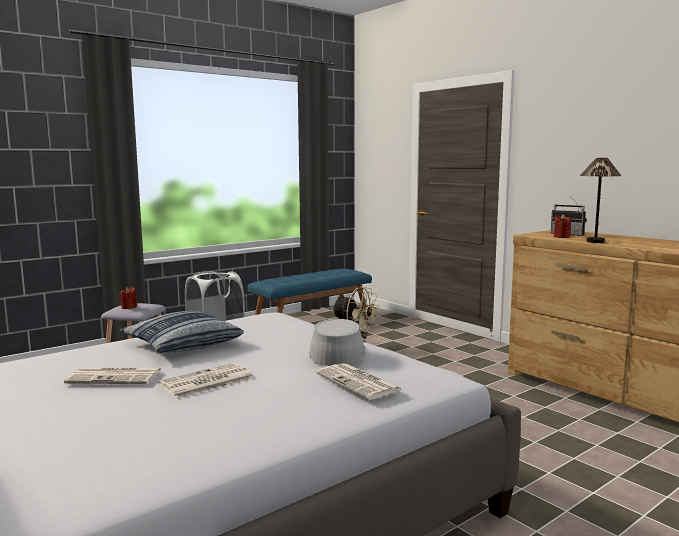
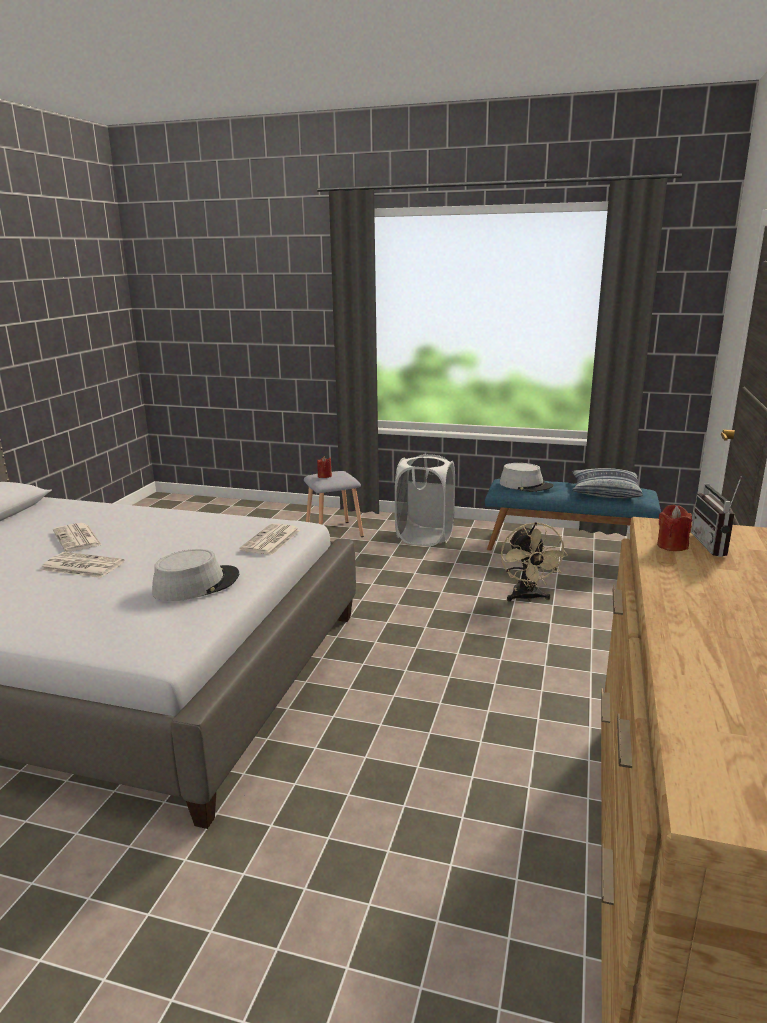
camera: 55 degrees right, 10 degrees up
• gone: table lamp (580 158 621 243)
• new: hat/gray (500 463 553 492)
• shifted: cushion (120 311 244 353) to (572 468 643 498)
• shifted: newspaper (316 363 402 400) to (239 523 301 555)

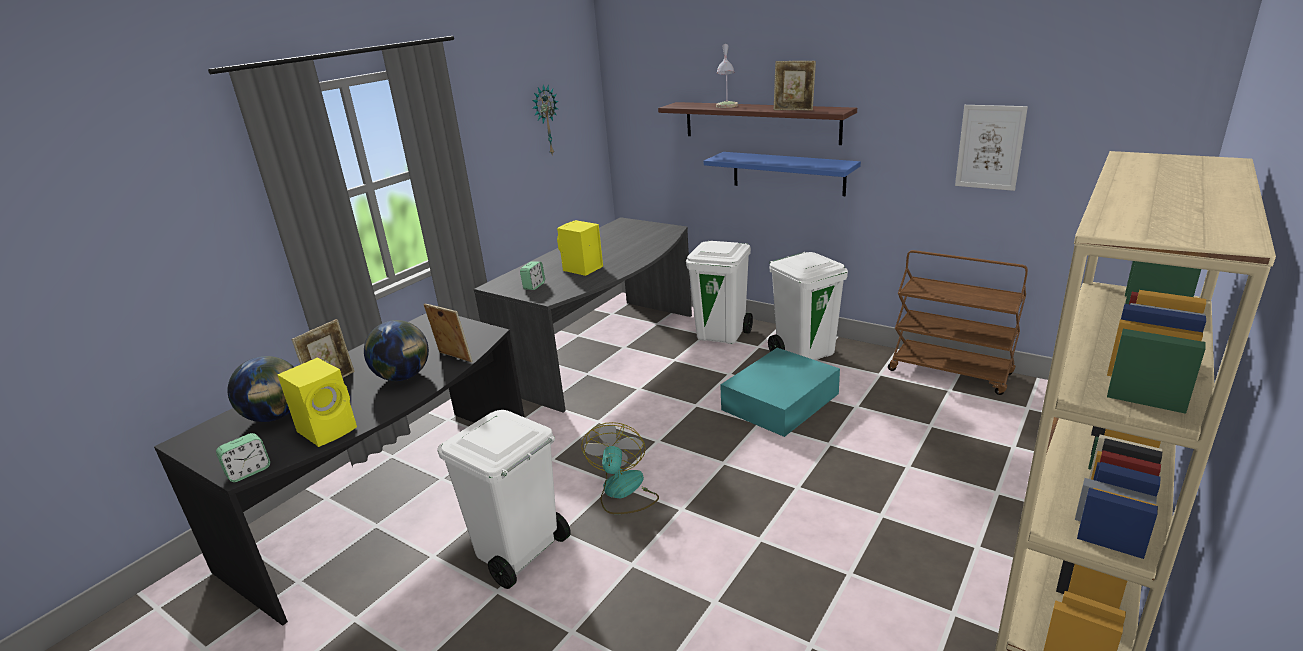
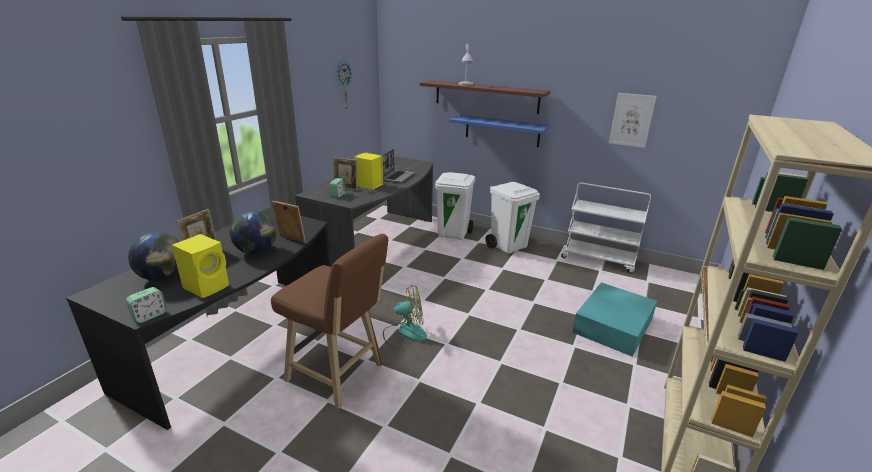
camera: 10 degrees left, 0 degrees up
• new: laptop (382 149 414 183)
• shifted: storage container/turquoise (720 348 840 437) to (572 282 657 357)
• shifted: photo frame (774 61 816 111) to (333 157 357 190)
• swapped: trash can/white (437 410 571 589) to stool/brown-coloured (271 234 388 408)
• repainted: trolley/brown-coloured (888 250 1028 395) to trolley/white (561 182 651 274)
• rotated: electric fan (581 422 659 514) = (383 285 427 350) 90 degrees clockwise

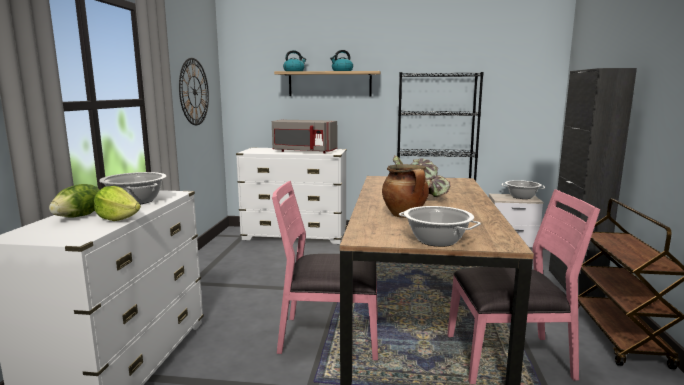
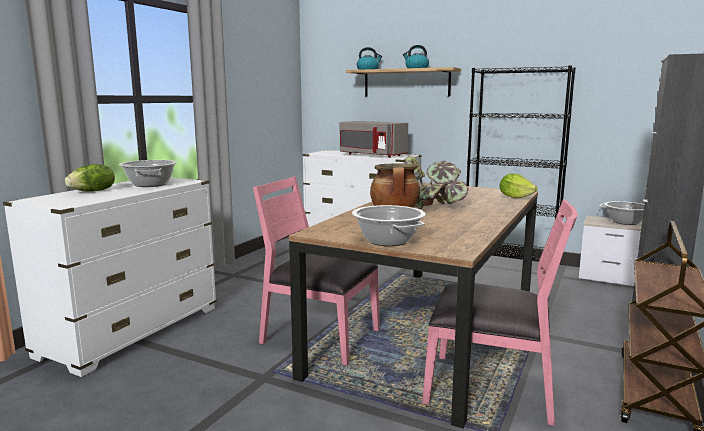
camera: 20 degrees right, 0 degrees up
• gone: hanging clock (179 58 209 125)
• shifted: lettuce (94 186 141 221) to (500 173 537 198)

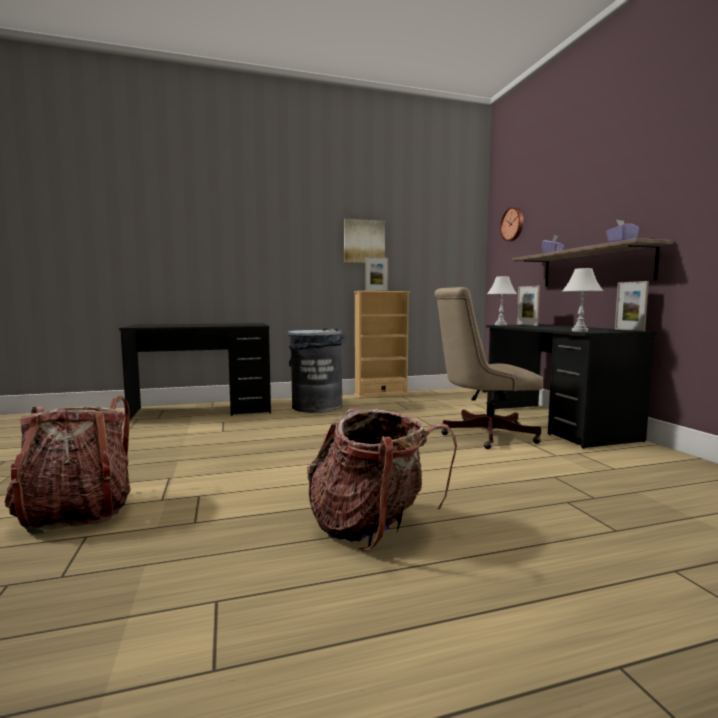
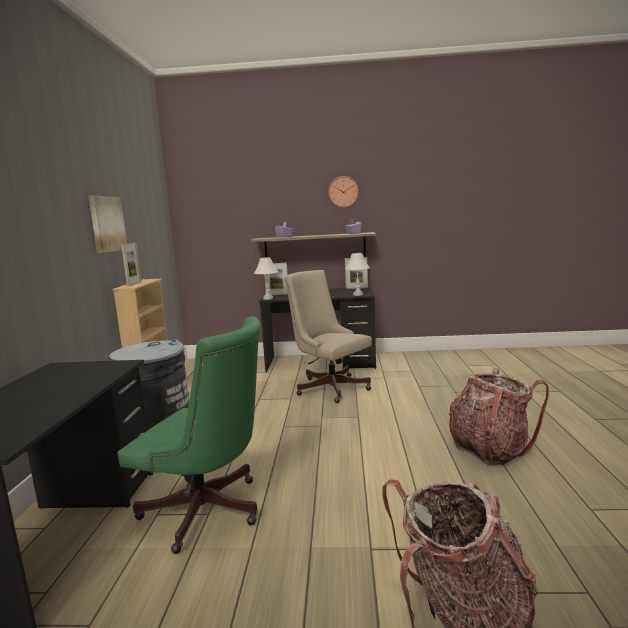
camera: 70 degrees left, 5 degrees up
• new: office chair/green-coloured (118 316 261 554)
• shifted: hanging clock (500 207 523 241) to (328 176 359 208)
• rotated: office chair/beige (435 287 543 449) = (284 270 372 403) 120 degrees clockwise

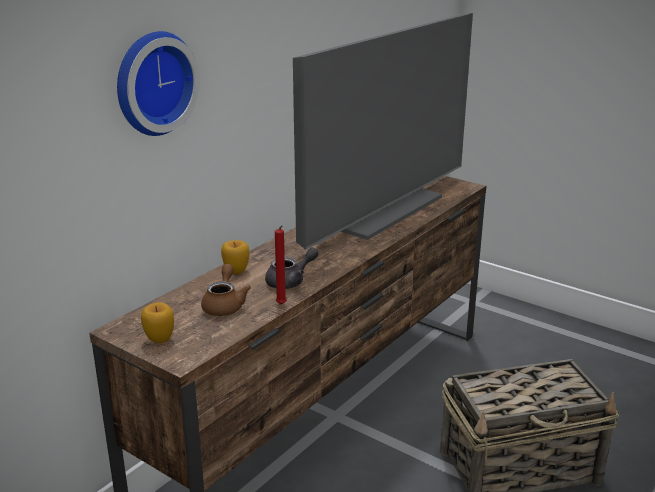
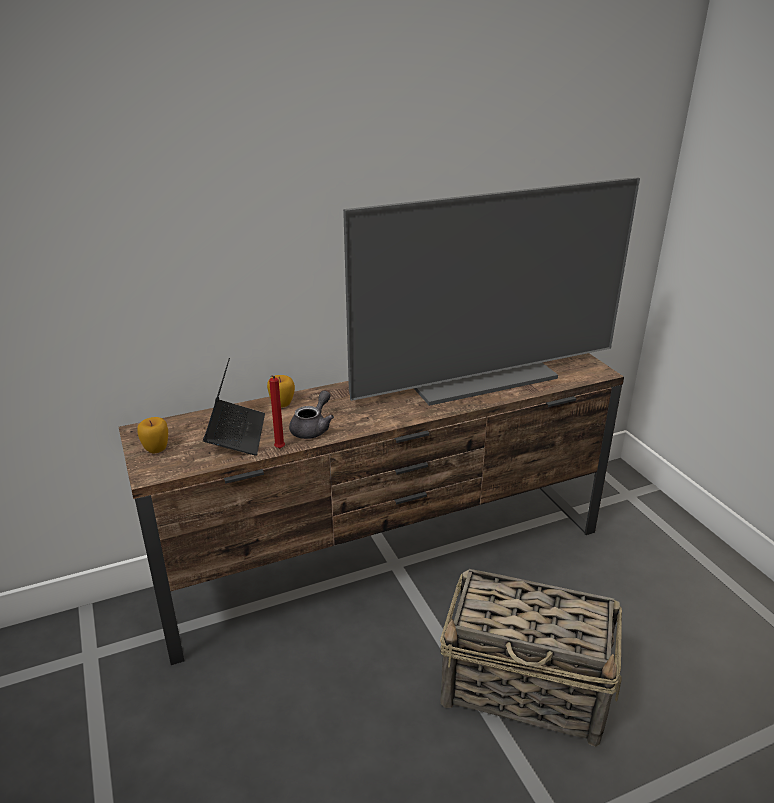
camera: 30 degrees right, 5 degrees up
• gone: hanging clock (117 31 200 136)
• swapped: pot for tea/brown-coloured (201 264 251 316) to laptop (203 358 265 456)
• rotated: pot for tea/gray (265 247 318 289) = (289 391 334 439) 60 degrees counterclockwise

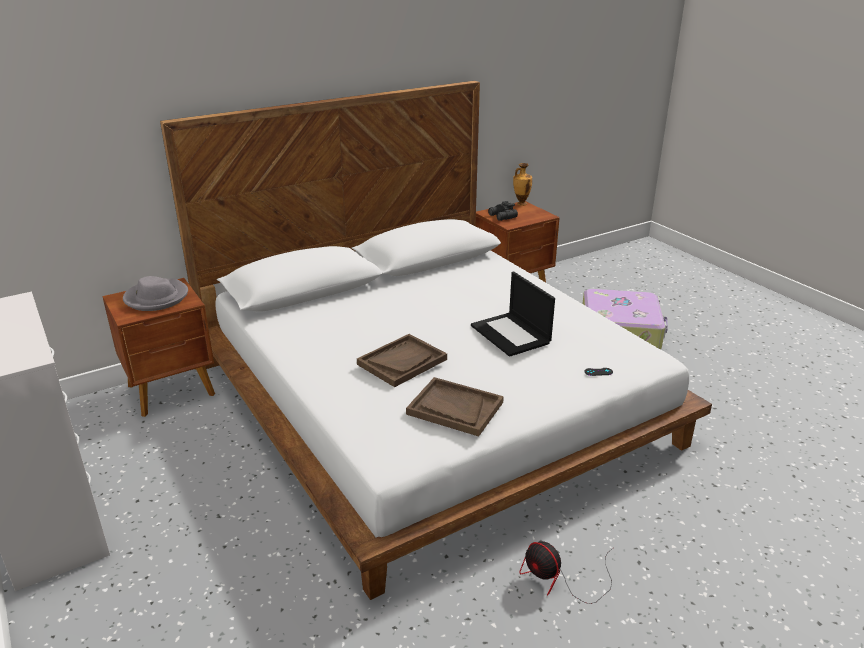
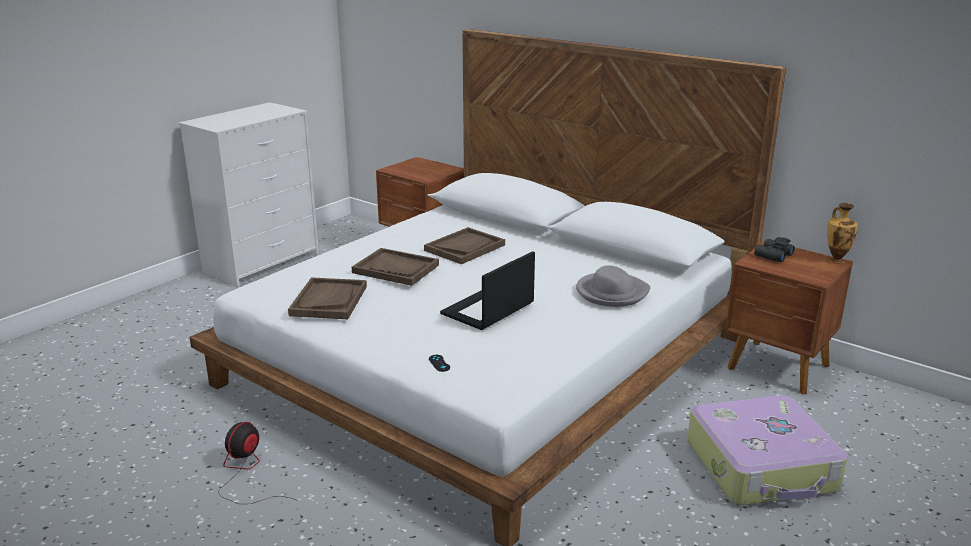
camera: 70 degrees right, 5 degrees down
• new: serving tray/brown-coloured (424 227 505 264)
• shifted: hat/gray (123 276 188 311) to (576 265 650 307)

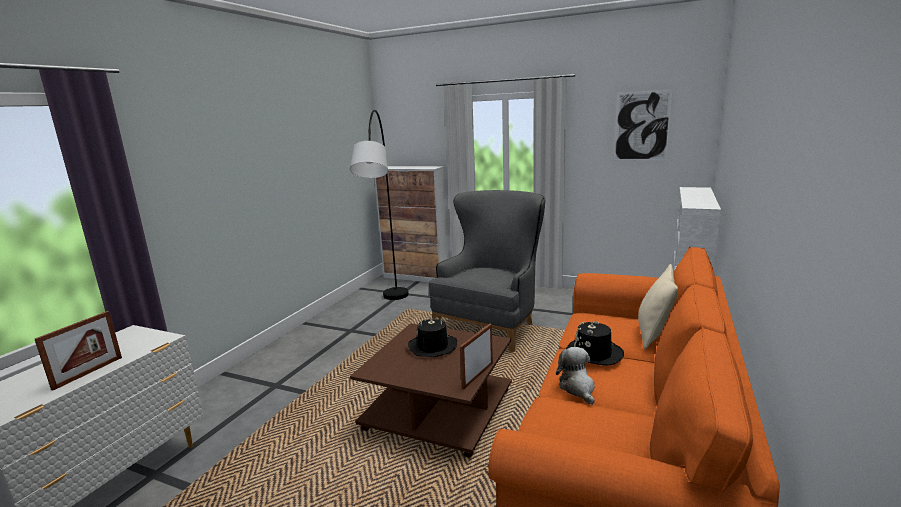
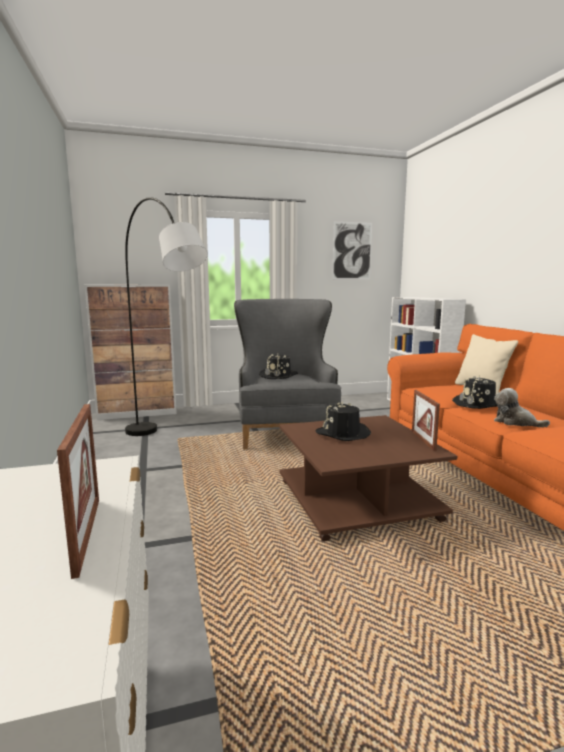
camera: 40 degrees left, 5 degrees down
• new: hat/black (259 353 298 379)

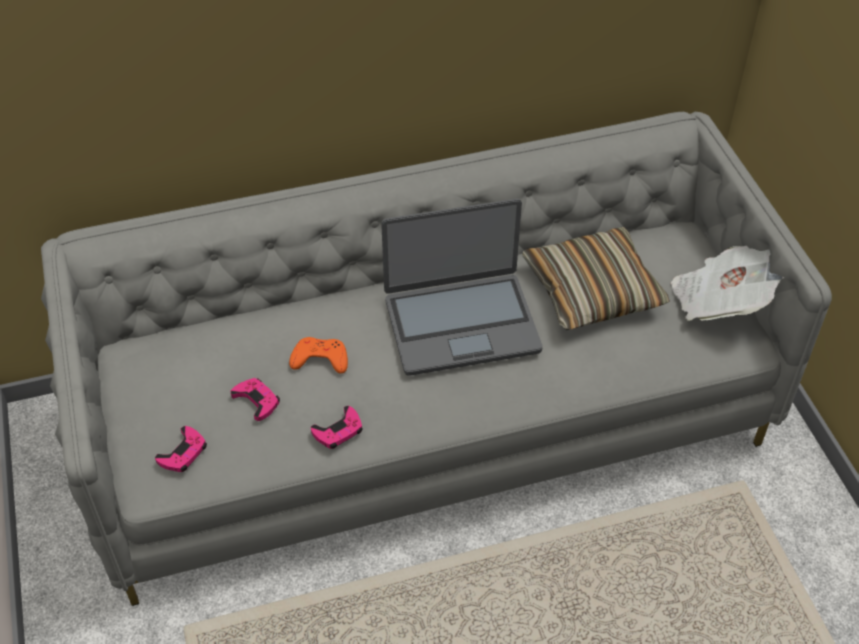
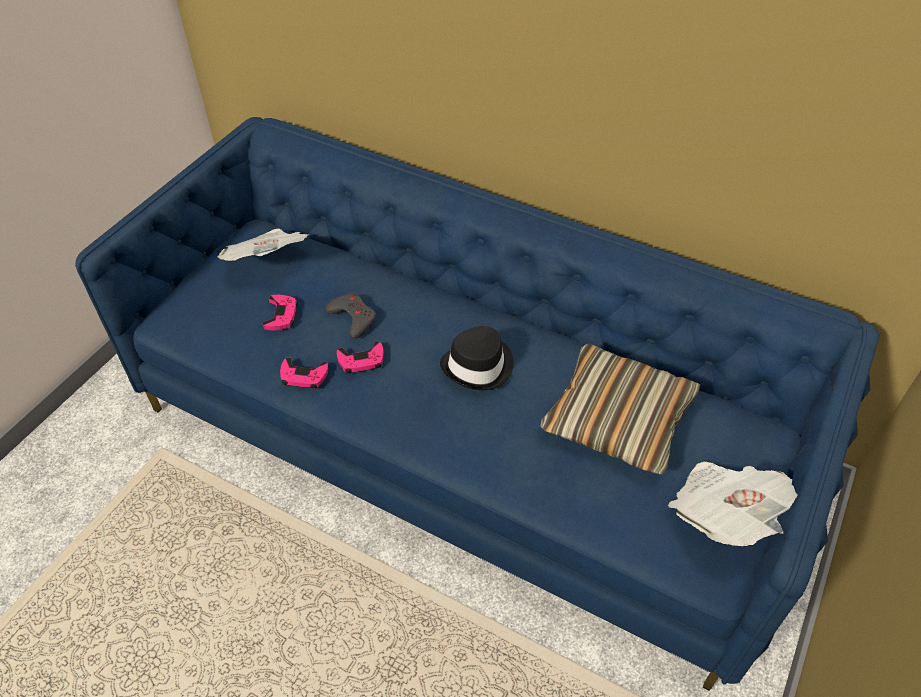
camera: 45 degrees right, 0 degrees up
• new: newspaper (218 229 310 261)
• shifted: joypad/pink-coloured (155 426 207 472) to (337 341 384 374)
• swapped: laptop (381 199 542 376) to hat/black (440 326 514 390)
• repainted: settee/gray (41 112 832 606) to settee/blue (75 117 880 691)
• repainted: joypad/orange-coloured (289 337 348 373) to joypad/gray (326 294 376 339)

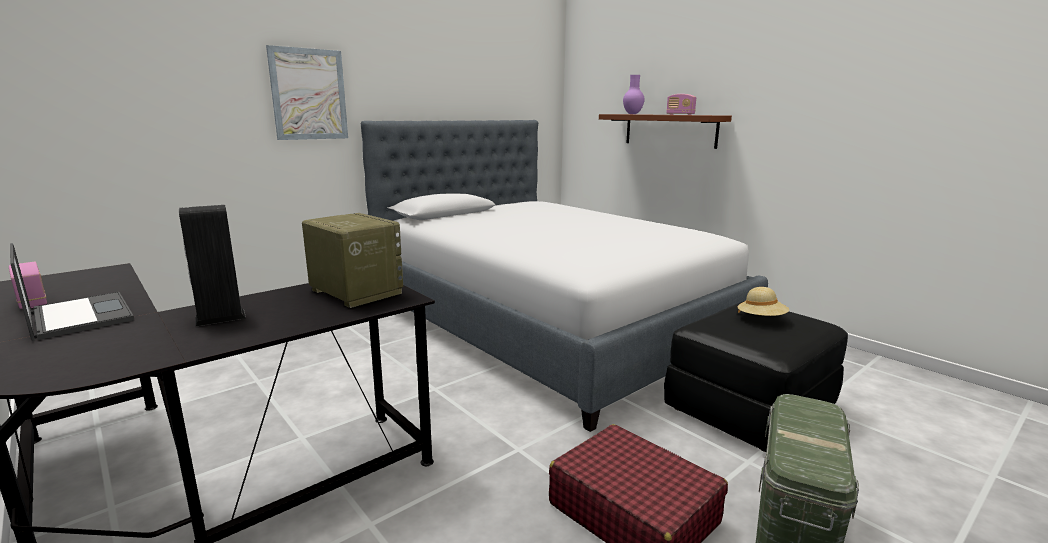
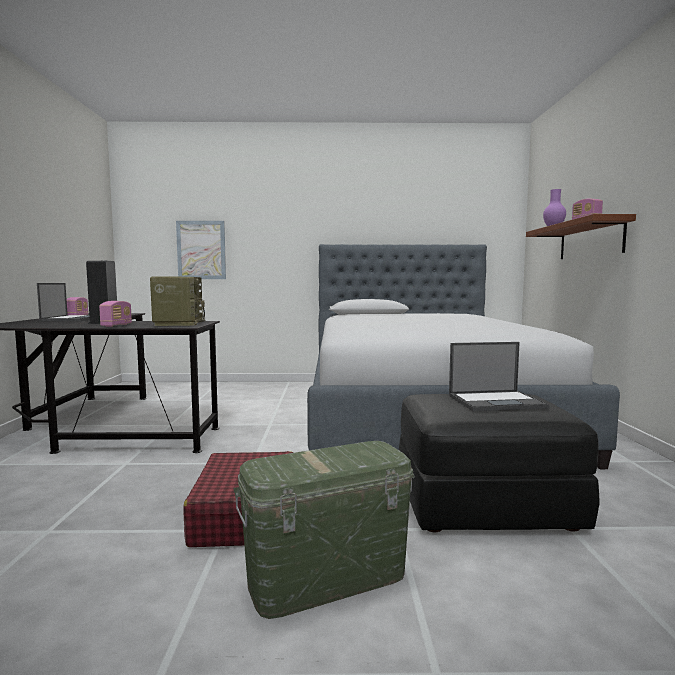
camera: 40 degrees right, 10 degrees down
• new: radio receiver (99 301 132 327)
• shifted: wall art (266 45 348 140) to (176 221 226 279)
• swapped: hat/beige (738 287 789 316) to laptop (449 342 549 411)

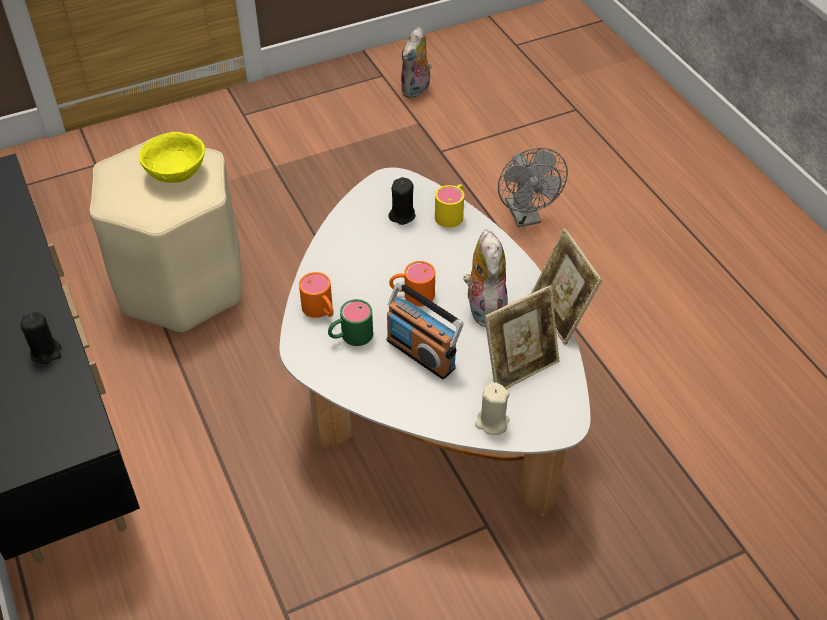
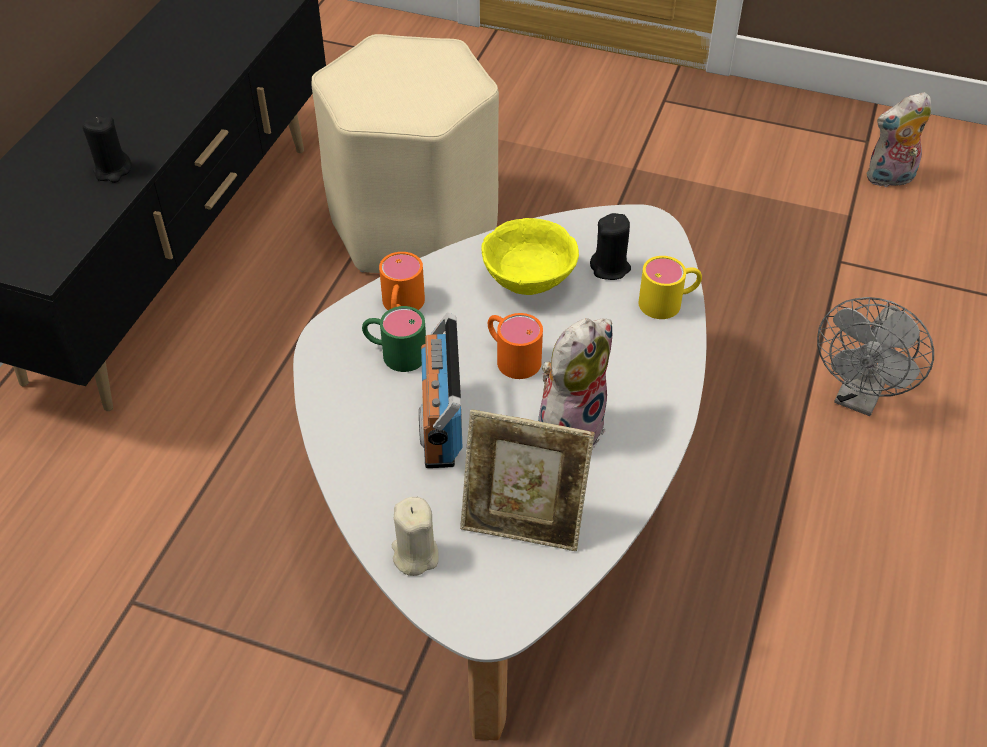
camera: 45 degrees right, 0 degrees up
• gone: photo frame (531 228 602 345)
• shifted: deep dish/yellowish (139 132 205 183) to (481 218 579 295)

